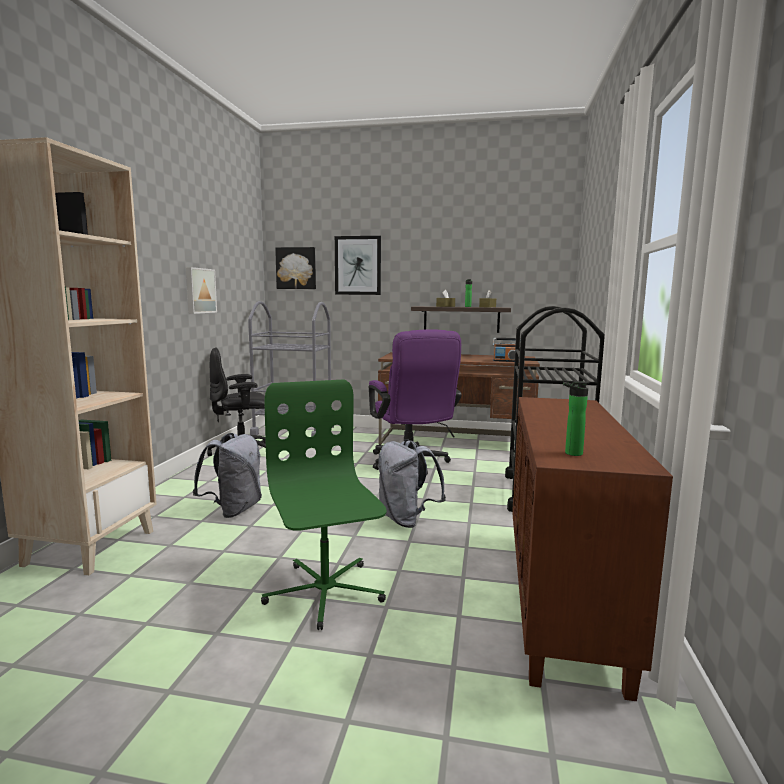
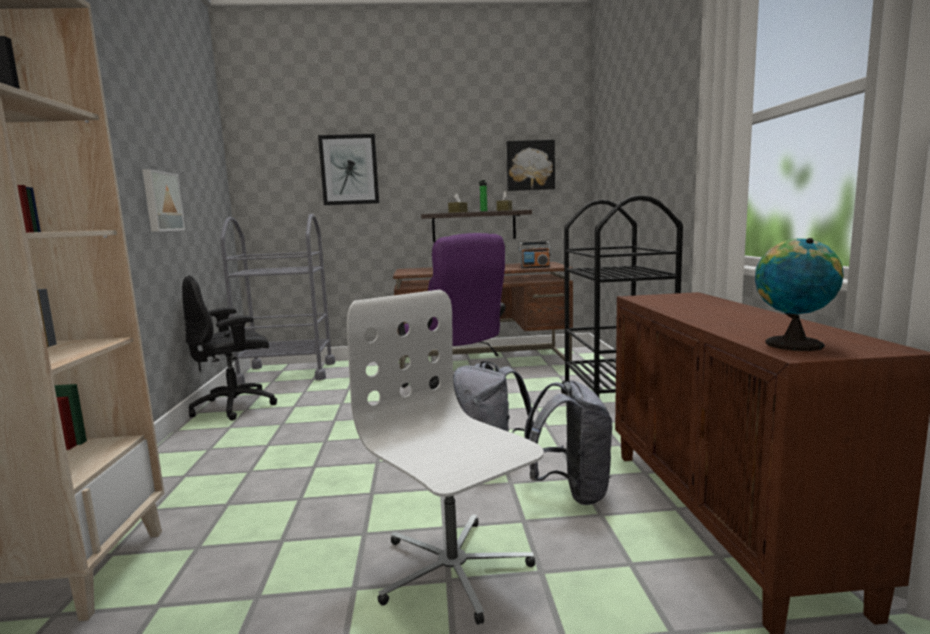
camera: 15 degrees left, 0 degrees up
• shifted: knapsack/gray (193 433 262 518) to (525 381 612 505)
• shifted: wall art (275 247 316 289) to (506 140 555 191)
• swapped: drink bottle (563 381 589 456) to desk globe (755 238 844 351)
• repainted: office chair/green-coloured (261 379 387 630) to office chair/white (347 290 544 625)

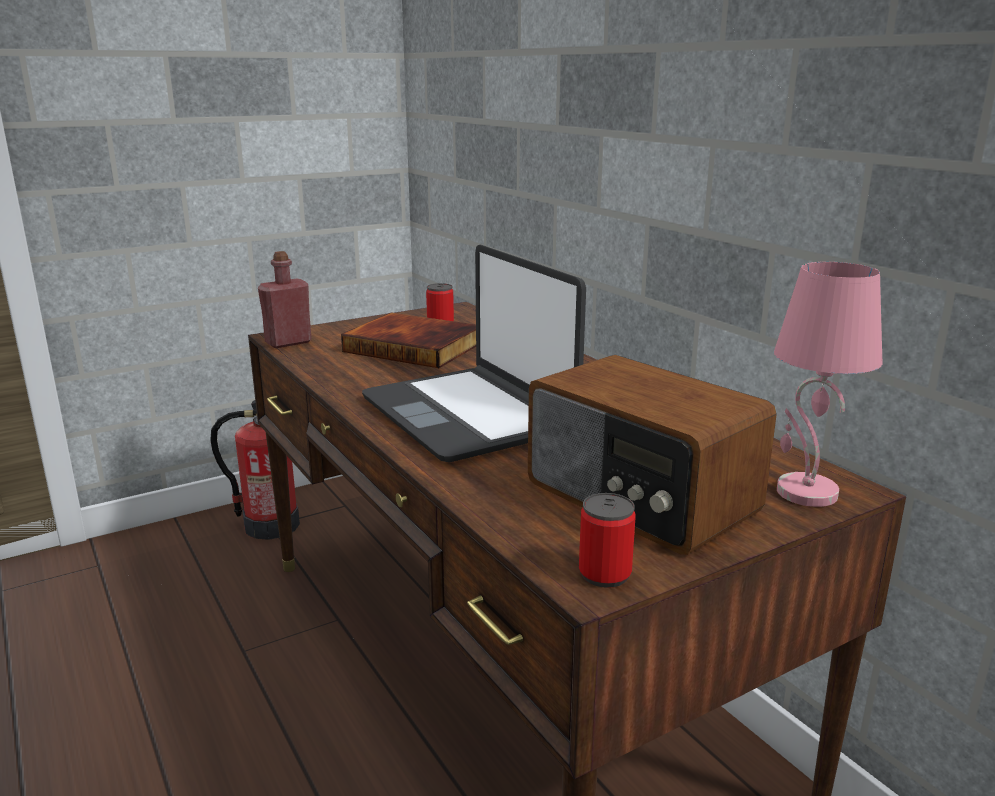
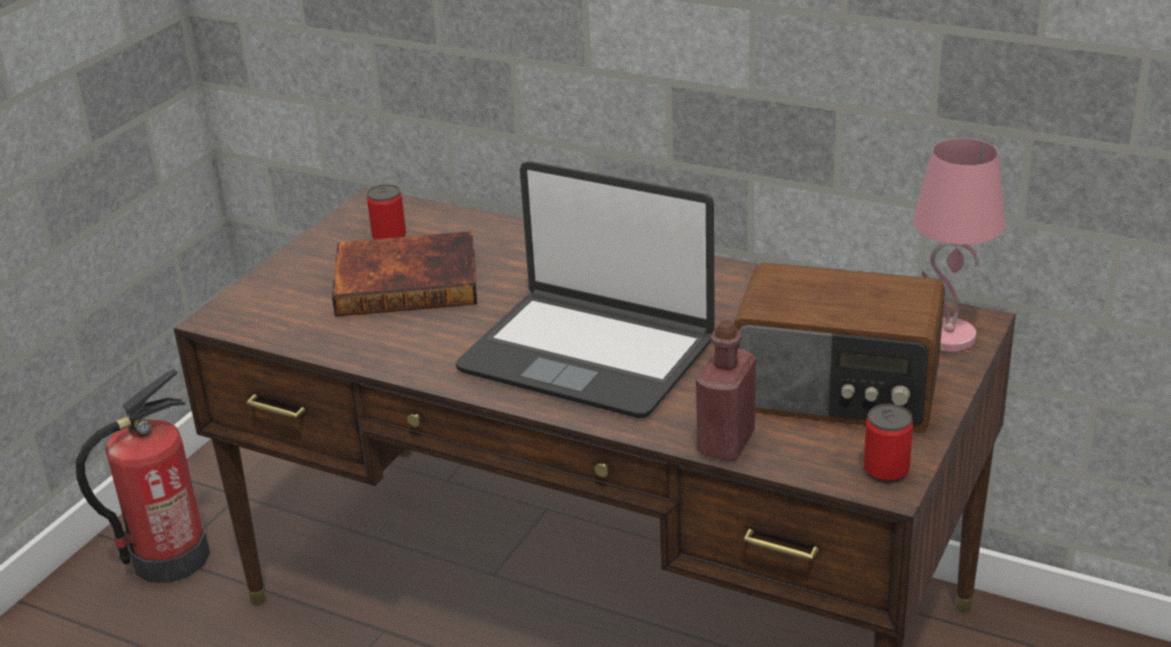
camera: 30 degrees left, 10 degrees up
• shifted: drink bottle/reddish (258 251 312 348) to (696 320 756 461)

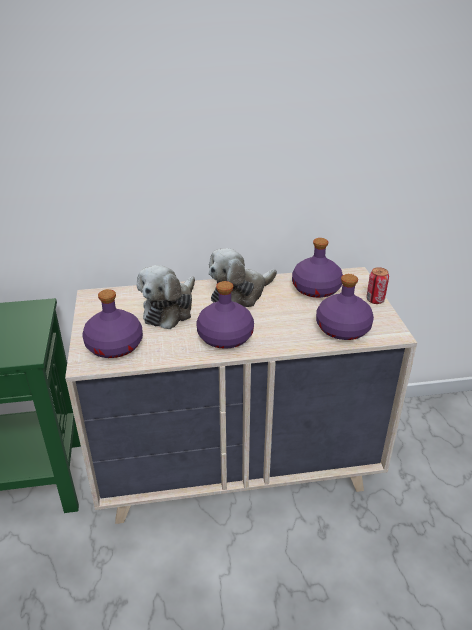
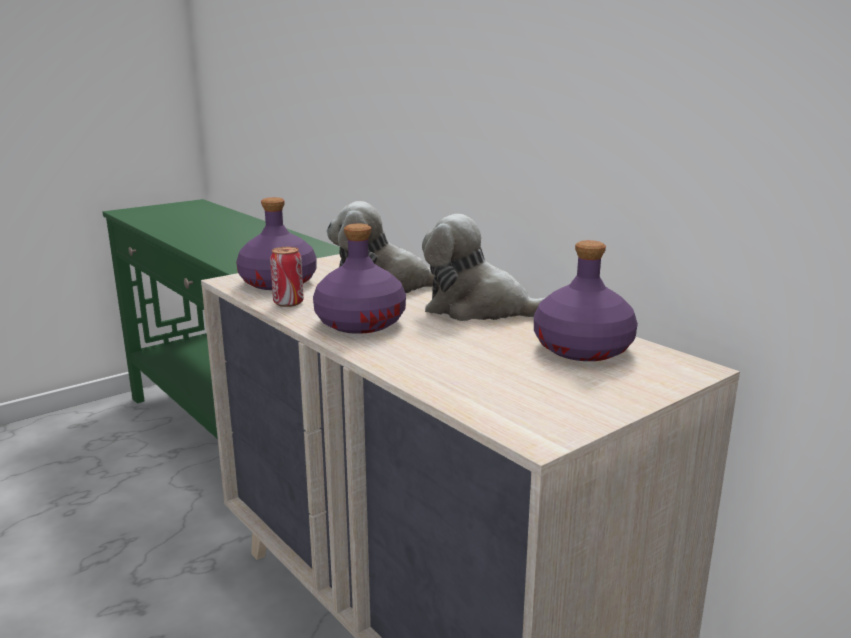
camera: 60 degrees right, 15 degrees down
• gone: drink bottle/purple (316 274 374 340)
• shifted: sealed can (366 267 389 304) to (270 247 304 307)

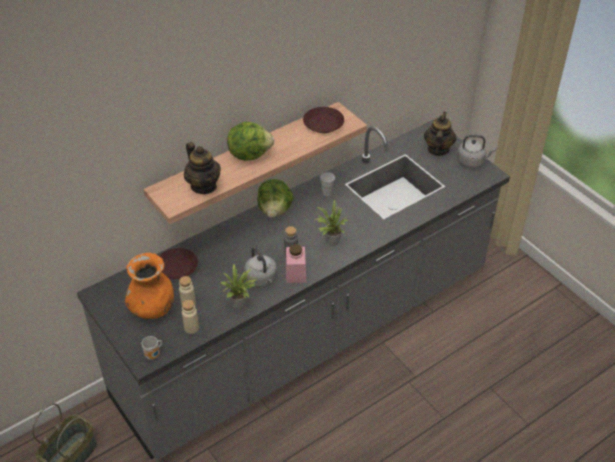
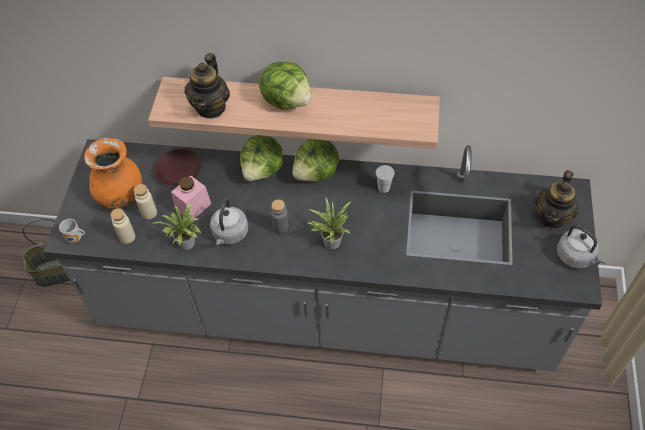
camera: 45 degrees right, 10 degrees up
• gone: dinner plate/brown-coloured (303 107 344 133)
• new: lettuce (240 135 283 181)
• shifted: preserve jar/pink-coloured (286 244 306 283) to (171 176 211 220)
• rotated: pot for tea (424 112 457 156) = (535 170 579 229) 150 degrees clockwise

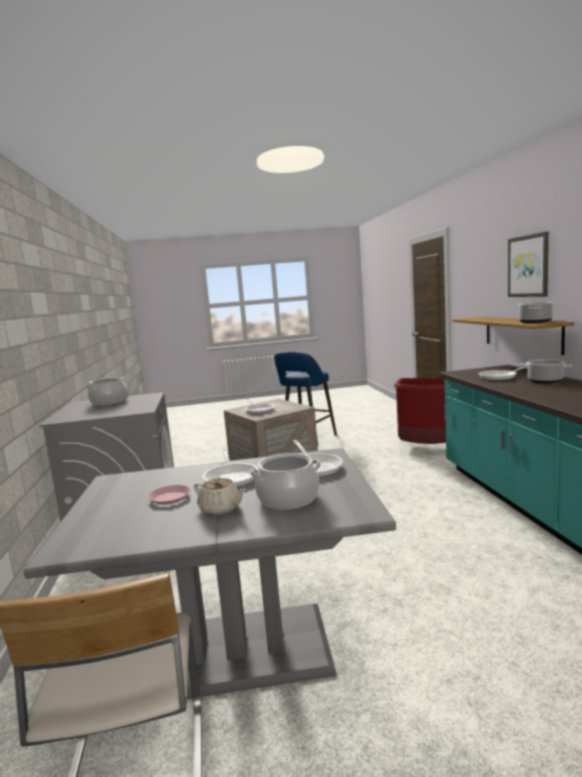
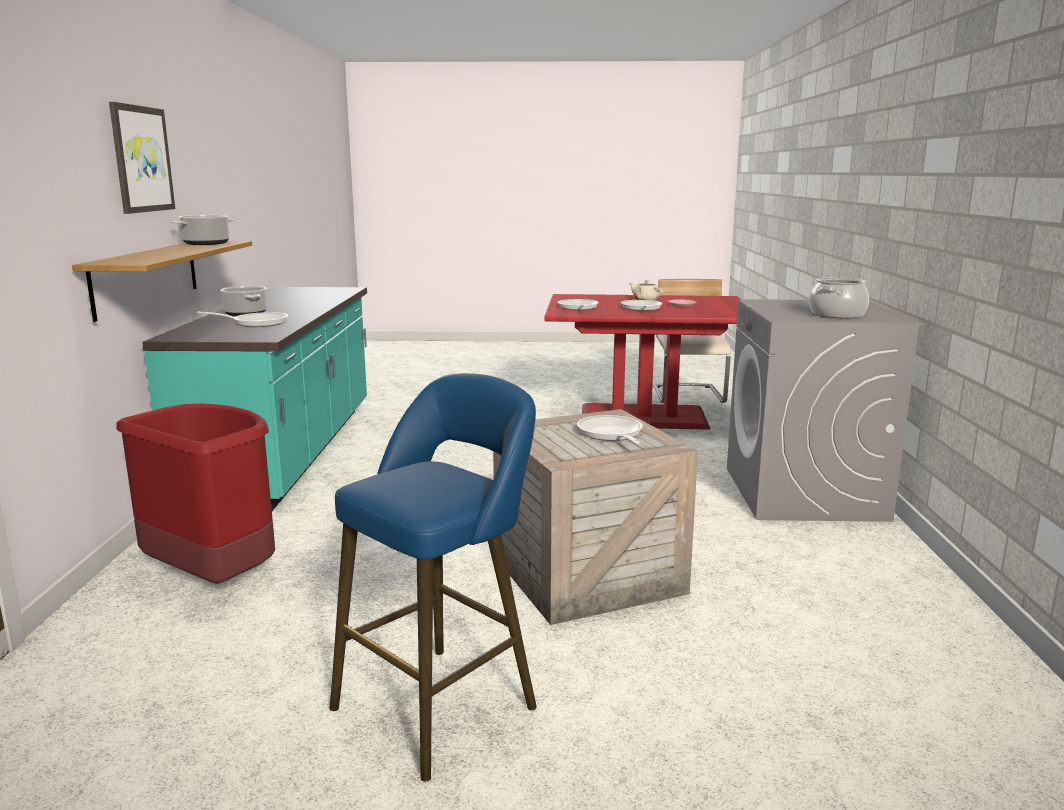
camera: 170 degrees left, 5 degrees up
• gone: stockpot (250 453 321 510)
• repainted: kitchen table/gray (24 448 396 699) to kitchen table/reddish (544 294 740 430)

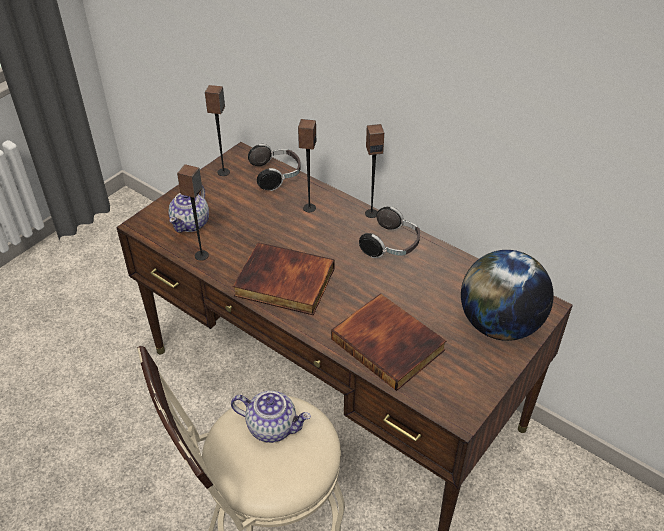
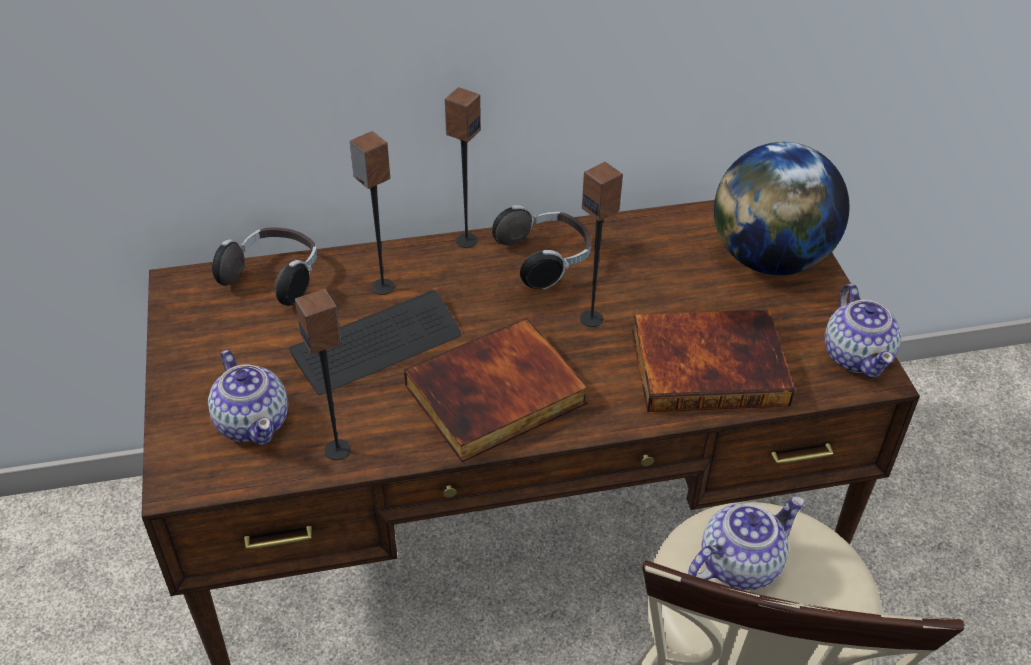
camera: 50 degrees left, 0 degrees up
• new: computer keyboard (289 291 461 395)
• new: pot for tea (824 284 901 378)
• shifted: audio speaker (205 85 230 176) to (580 162 623 327)

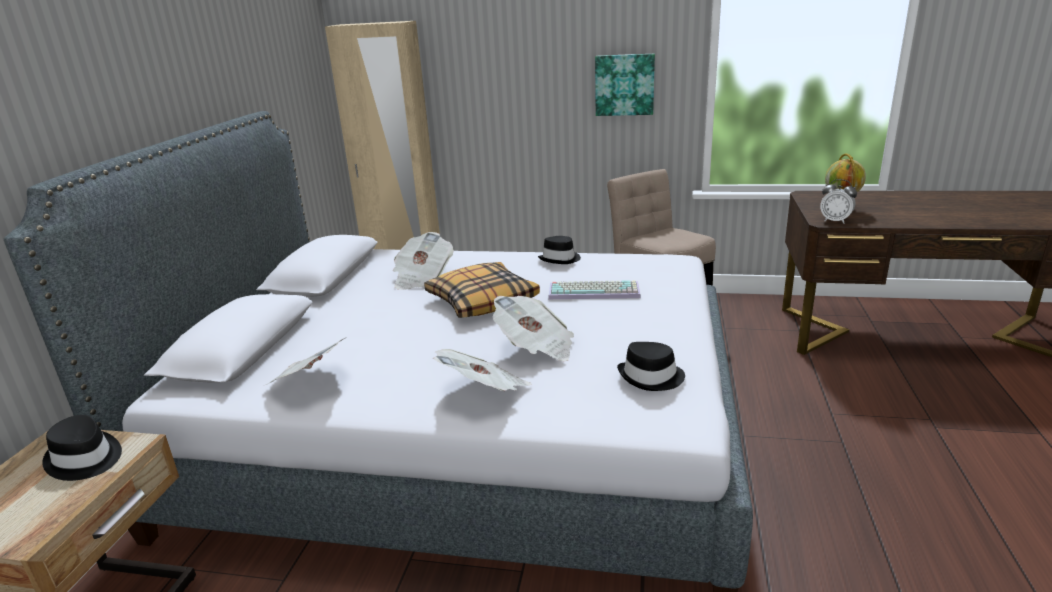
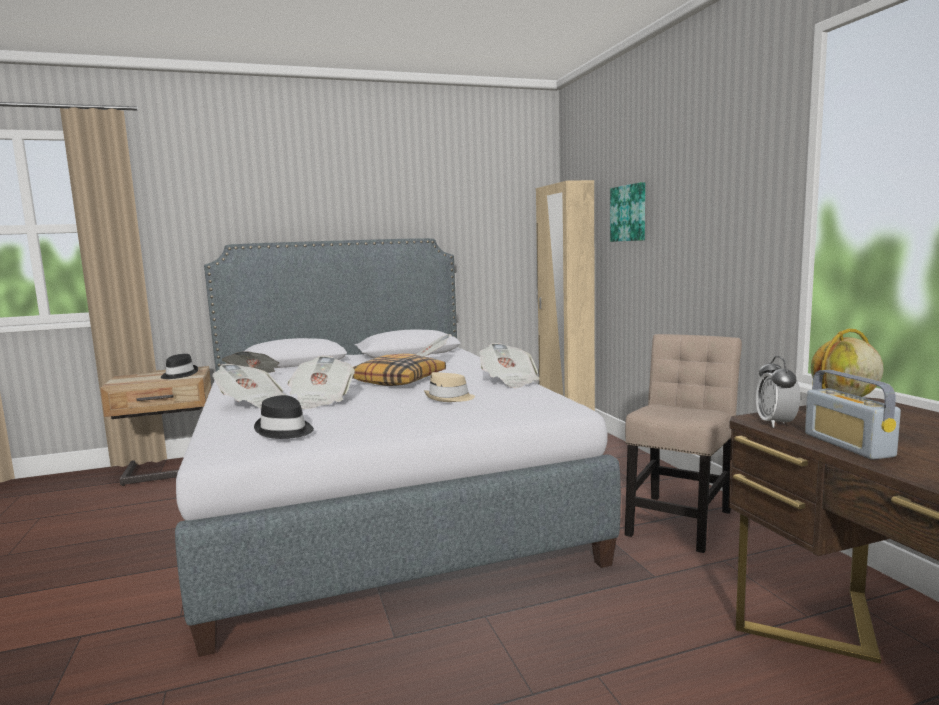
camera: 60 degrees right, 15 degrees down
• new: radio receiver (805 370 901 460)
• shifted: wall art (595 54 655 116) to (610 182 645 242)
• swapped: hat/black (538 236 581 264) to newspaper (479 343 539 388)
• swapped: computer keyboard (548 280 641 299) to hat/beige (424 372 475 402)

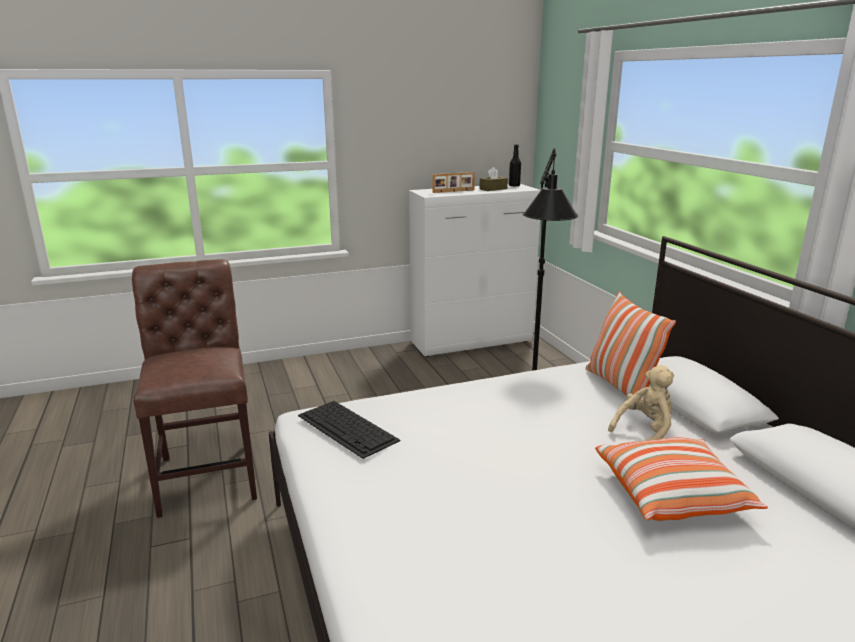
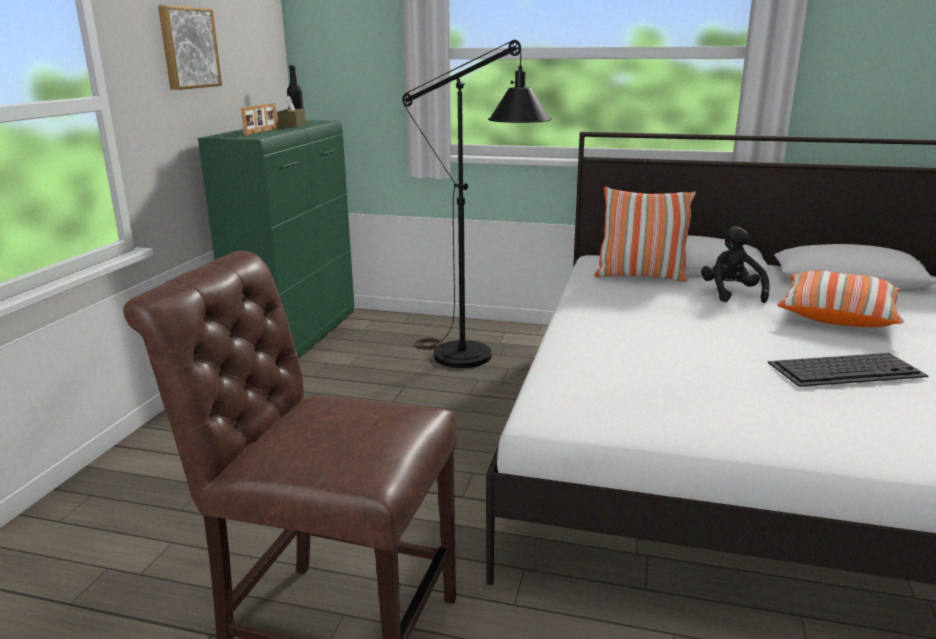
camera: 55 degrees left, 0 degrees up
• new: wall art (158 5 222 90)
• shifted: computer keyboard (298 401 401 459) to (767 353 928 387)
• repainted: storage cabinet/white (409 184 541 357) to storage cabinet/green-coloured (198 120 354 358)
• repainted: cuddly toy/beige (608 365 674 441) to cuddly toy/black (701 226 770 303)

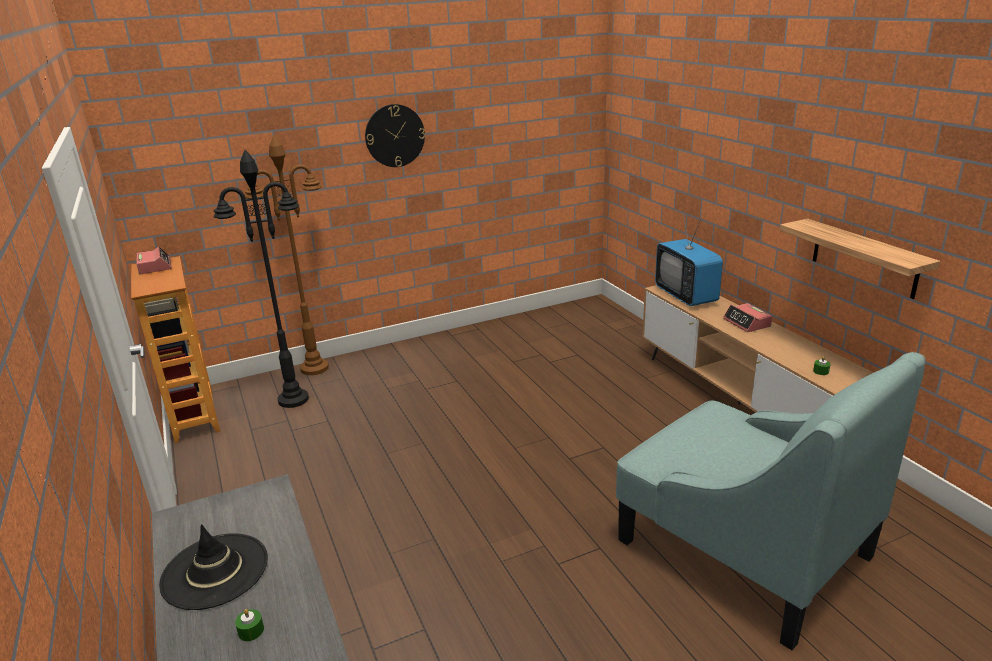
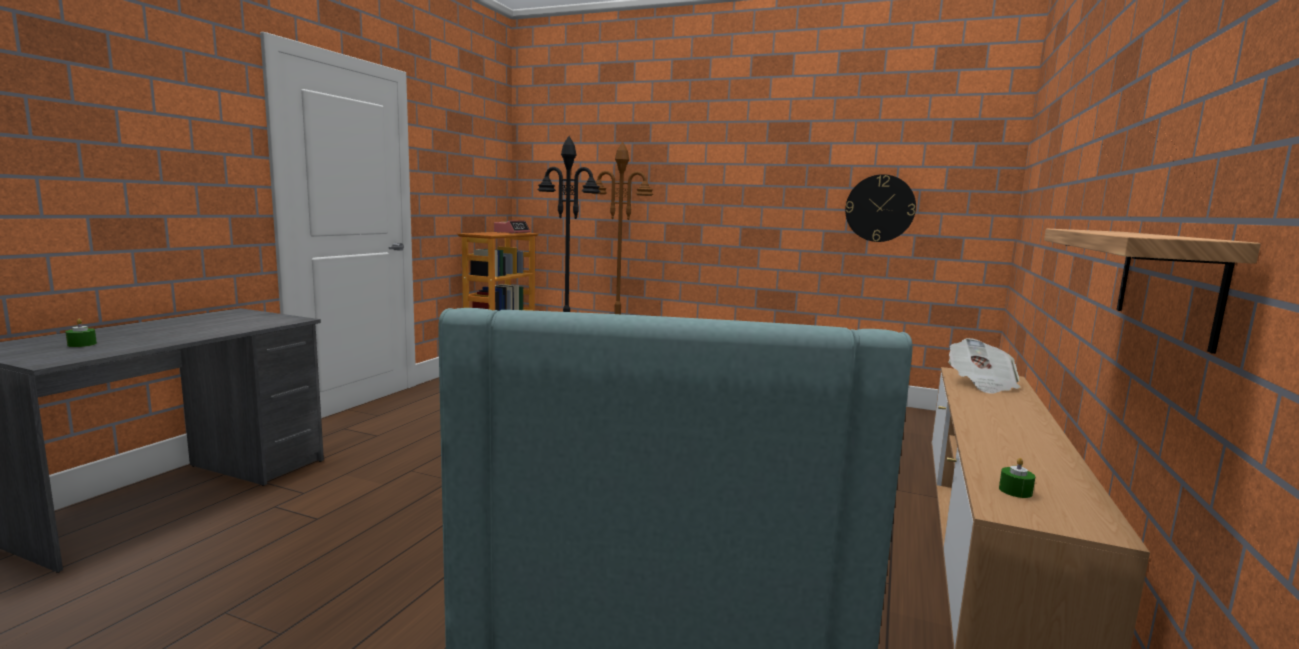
camera: 45 degrees right, 15 degrees down
• gone: hat/black (159 524 268 610)
• gone: alarm clock (723 303 772 332)
• shifted: hanging clock (365 104 425 167) to (845 174 916 242)
• swapped: TV (655 213 723 306) to newspaper (949 338 1020 394)

